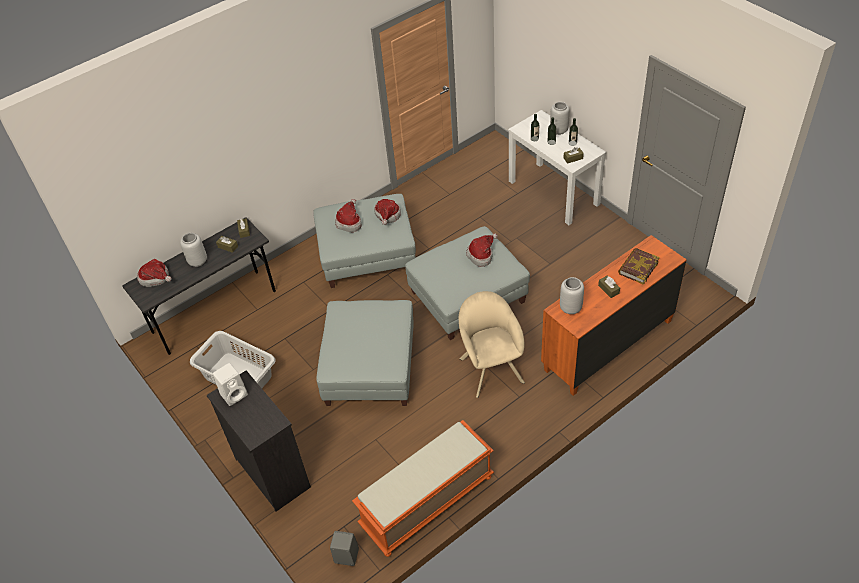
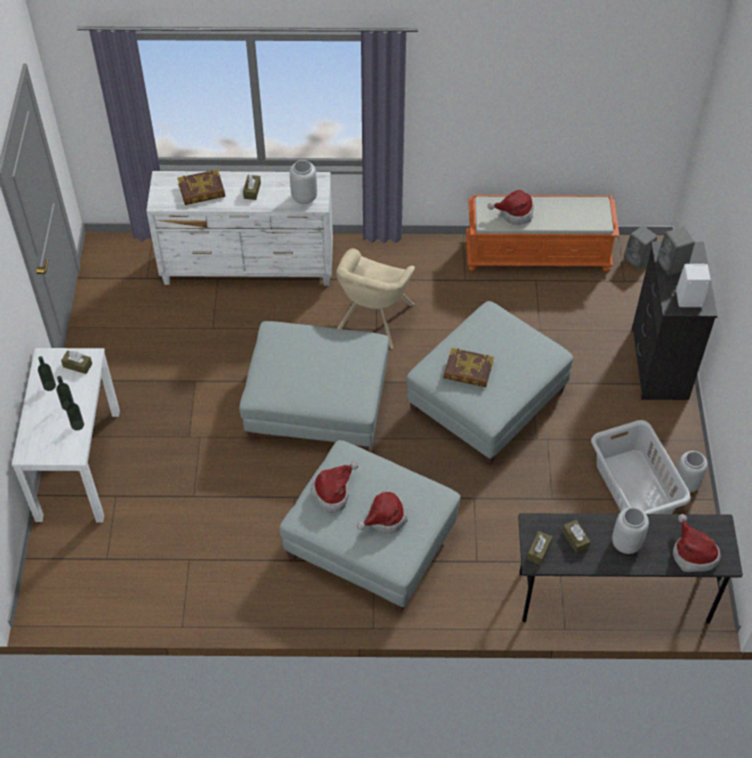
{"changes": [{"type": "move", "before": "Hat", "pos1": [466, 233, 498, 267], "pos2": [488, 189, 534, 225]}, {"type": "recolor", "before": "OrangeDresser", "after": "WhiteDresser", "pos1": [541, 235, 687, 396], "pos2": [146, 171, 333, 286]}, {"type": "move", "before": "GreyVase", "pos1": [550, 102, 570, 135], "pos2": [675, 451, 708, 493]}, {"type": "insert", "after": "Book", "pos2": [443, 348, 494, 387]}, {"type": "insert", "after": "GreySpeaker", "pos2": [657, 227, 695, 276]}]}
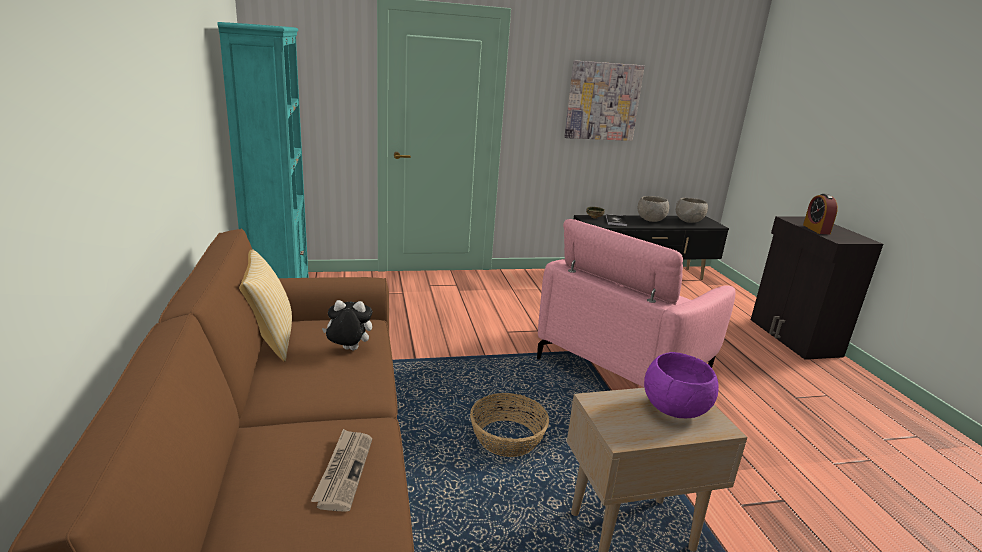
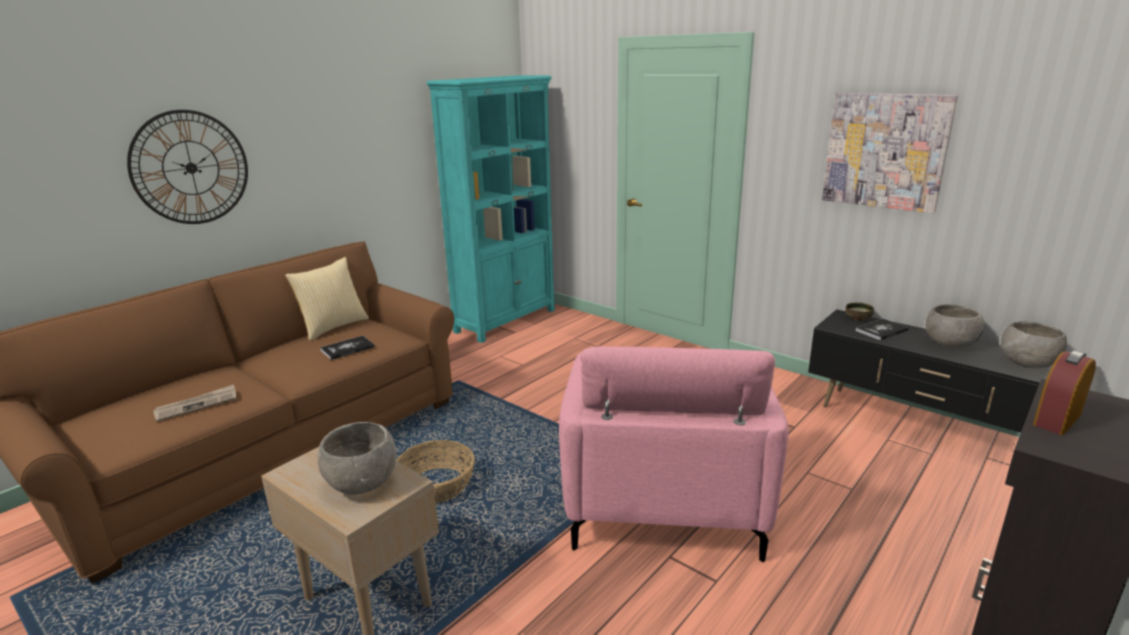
{"changes": [{"type": "replace", "before": "PlushToy", "after": "Book", "pos1": [322, 300, 373, 350], "pos2": [320, 336, 375, 360]}, {"type": "rotate", "before": "PinkArmchair", "pos1": [537, 219, 736, 388], "pos2": [559, 346, 788, 562], "turn": -90}, {"type": "recolor", "before": "PurpleBowl", "after": "GreyBowl", "pos1": [644, 352, 719, 418], "pos2": [318, 422, 397, 495]}, {"type": "insert", "after": "WallClock", "pos2": [127, 110, 248, 224]}]}
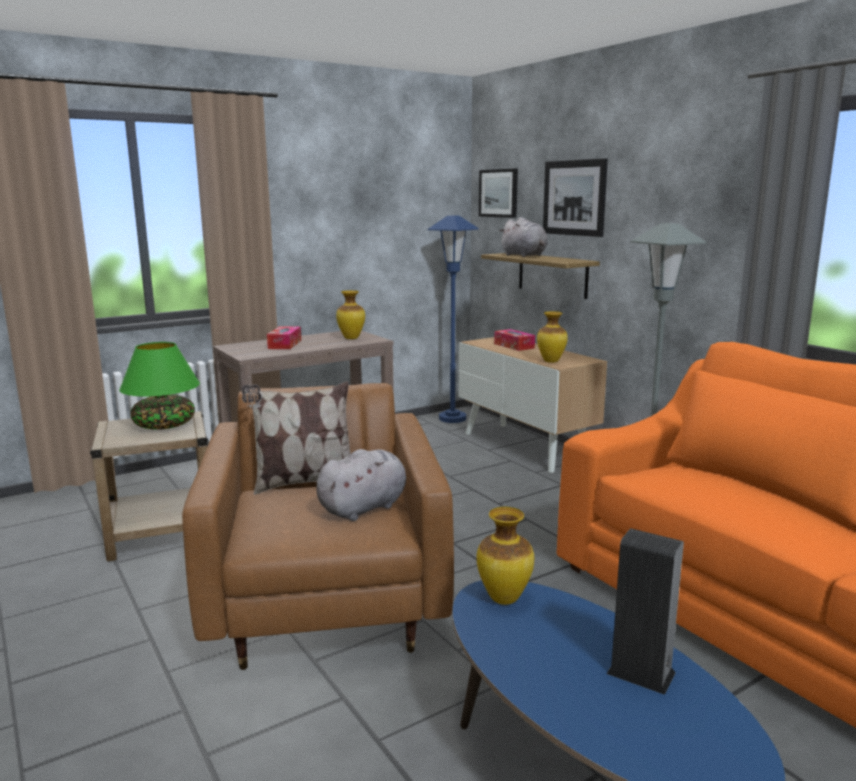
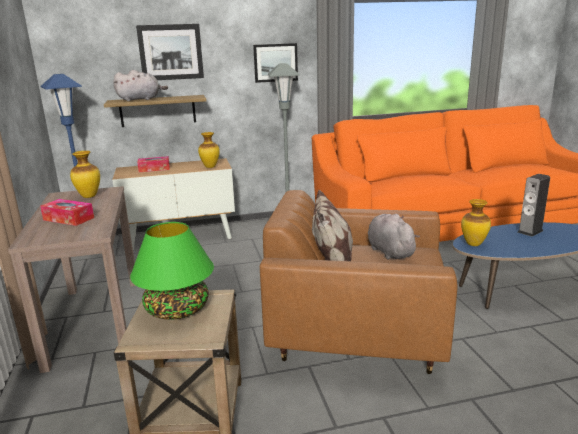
{"changes": [{"type": "move", "before": "Picture", "pos1": [479, 169, 518, 218], "pos2": [253, 43, 298, 83]}]}
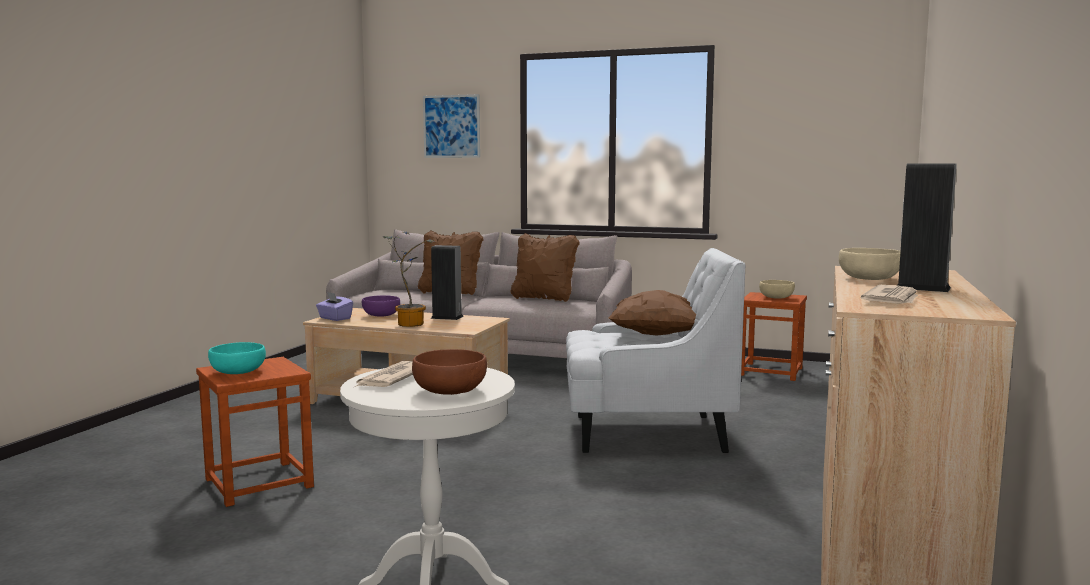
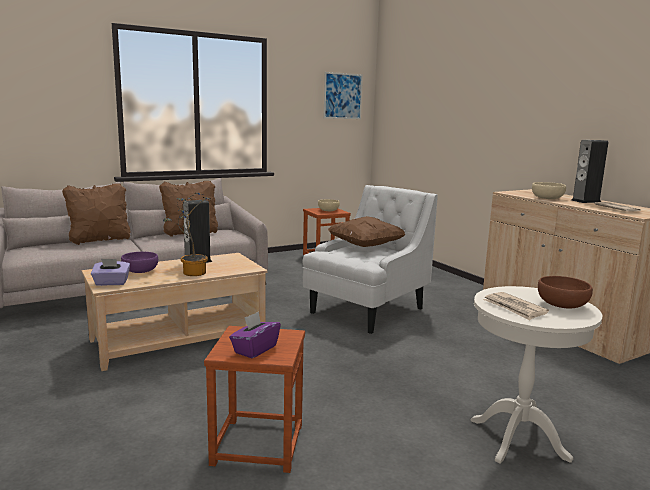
{"changes": [{"type": "replace", "before": "TurquoiseBowl", "after": "PurpleTissueBox", "pos1": [208, 342, 266, 374], "pos2": [229, 311, 281, 358]}, {"type": "move", "before": "Picture", "pos1": [423, 94, 480, 158], "pos2": [324, 72, 363, 119]}]}
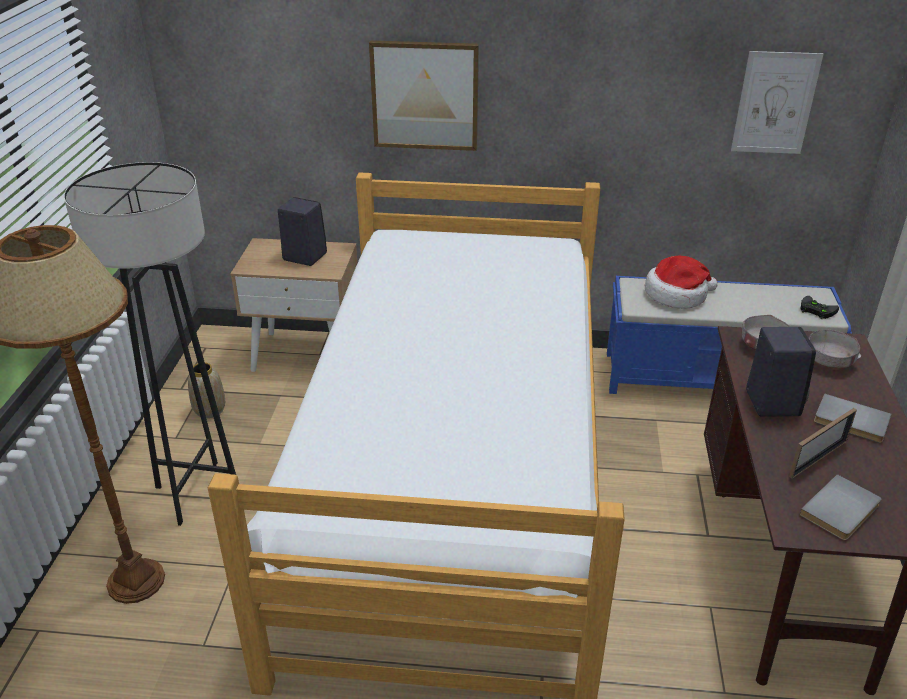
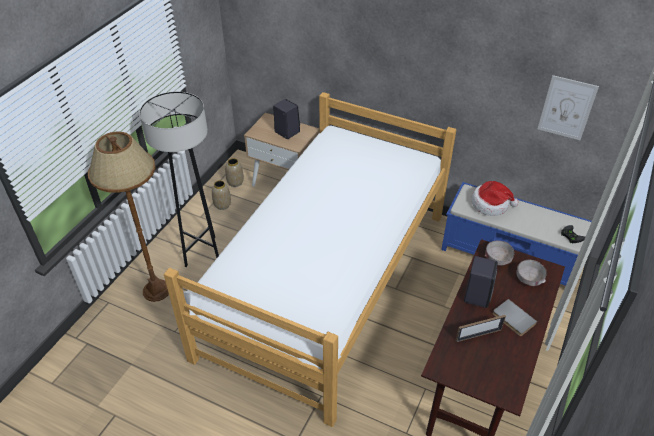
{"changes": [{"type": "delete", "before": "Picture", "pos1": [369, 40, 479, 151]}, {"type": "delete", "before": "GreyBook", "pos1": [799, 474, 882, 540]}, {"type": "insert", "after": "Vase", "pos2": [225, 158, 244, 187]}]}
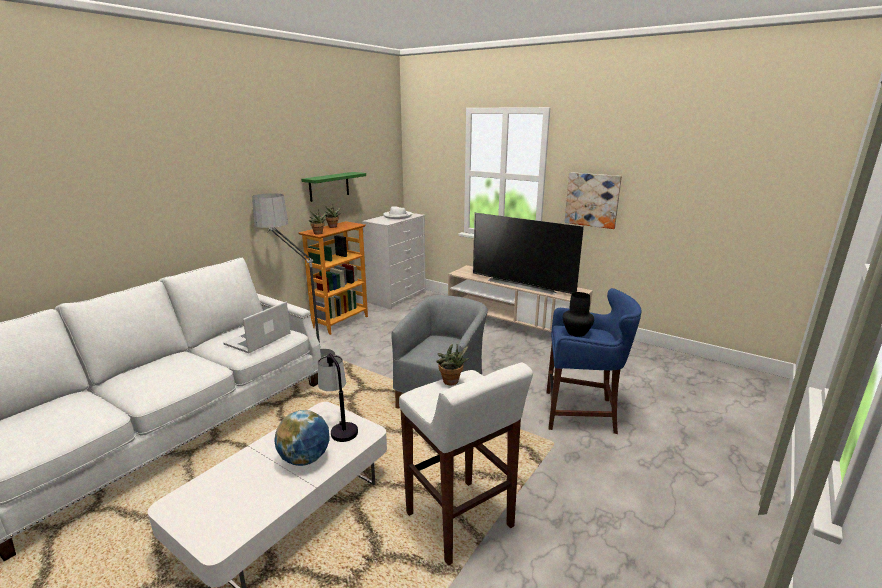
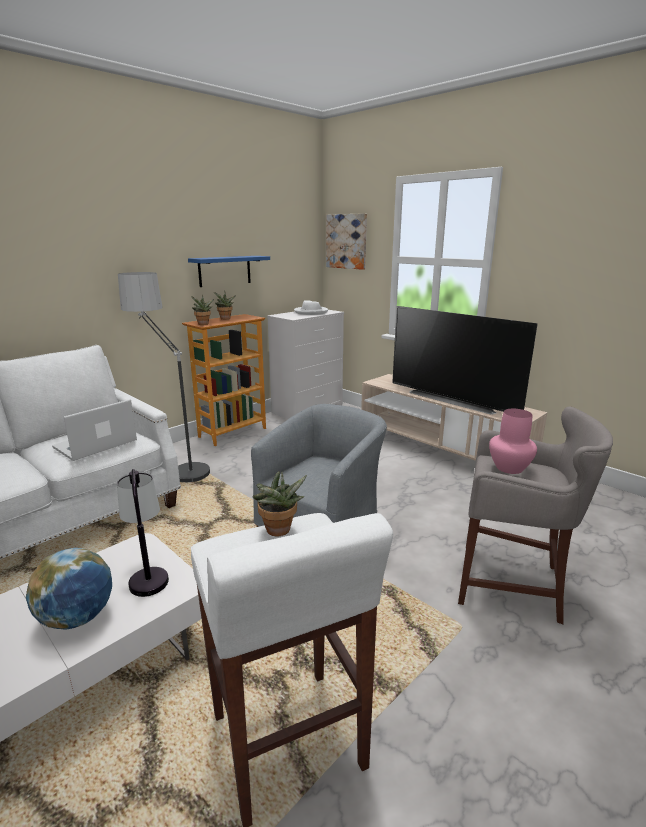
{"changes": [{"type": "recolor", "before": "GreenShelf", "after": "BlueShelf", "pos1": [301, 172, 366, 202], "pos2": [188, 256, 270, 287]}, {"type": "recolor", "before": "BlueStool", "after": "GreyStool", "pos1": [546, 288, 642, 434], "pos2": [458, 407, 613, 624]}, {"type": "recolor", "before": "BlackVase", "after": "PinkVase", "pos1": [563, 292, 594, 337], "pos2": [489, 409, 537, 474]}, {"type": "move", "before": "Picture", "pos1": [565, 172, 622, 229], "pos2": [326, 213, 367, 270]}]}
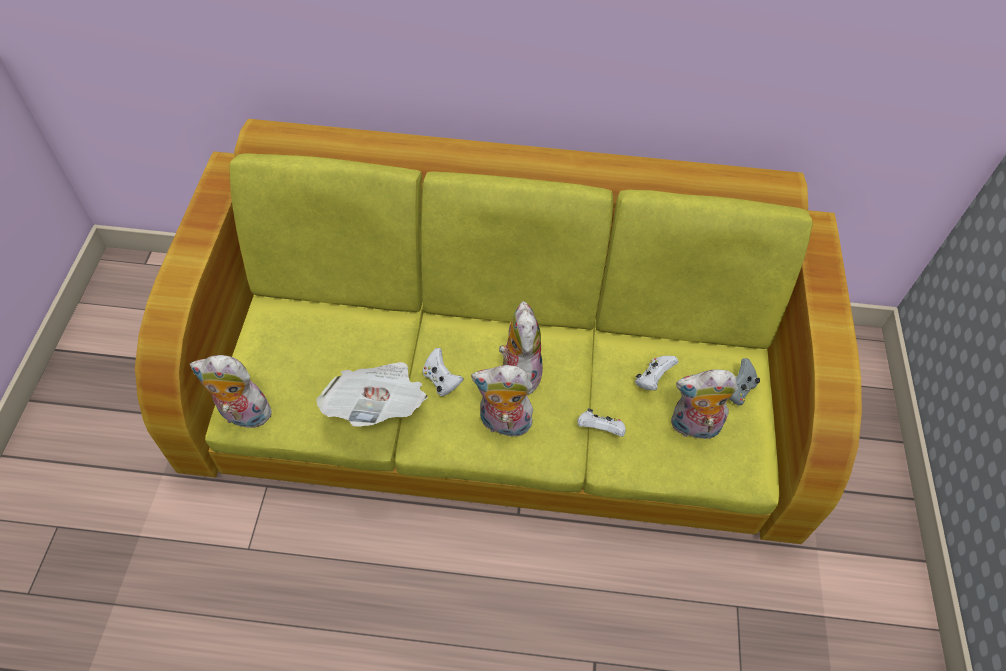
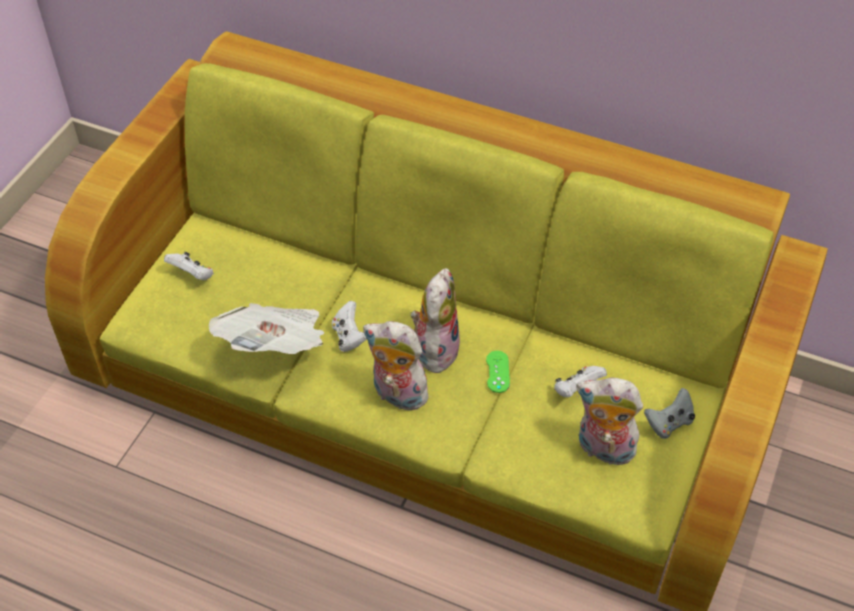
{"changes": [{"type": "delete", "before": "PlushToy", "pos1": [190, 355, 272, 432]}, {"type": "move", "before": "WhiteGameController", "pos1": [578, 408, 626, 437], "pos2": [164, 252, 213, 281]}, {"type": "insert", "after": "GreenGameController", "pos2": [486, 351, 510, 393]}]}
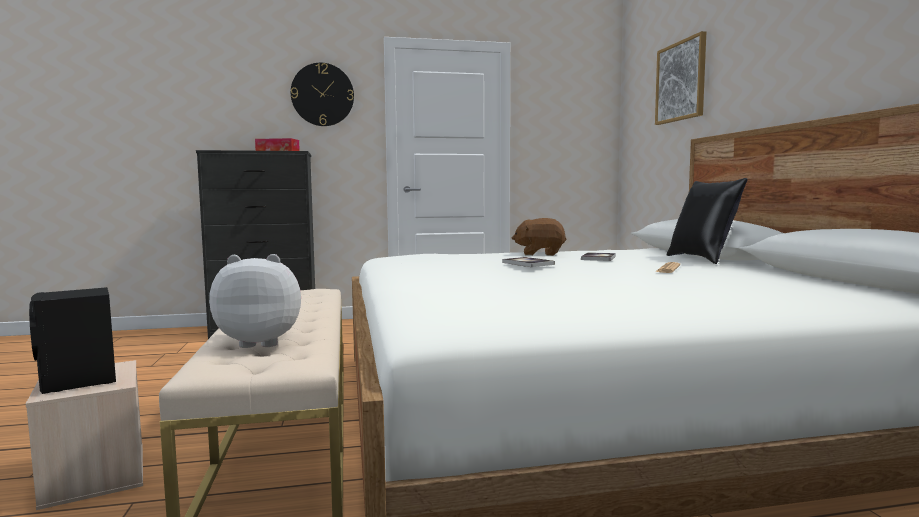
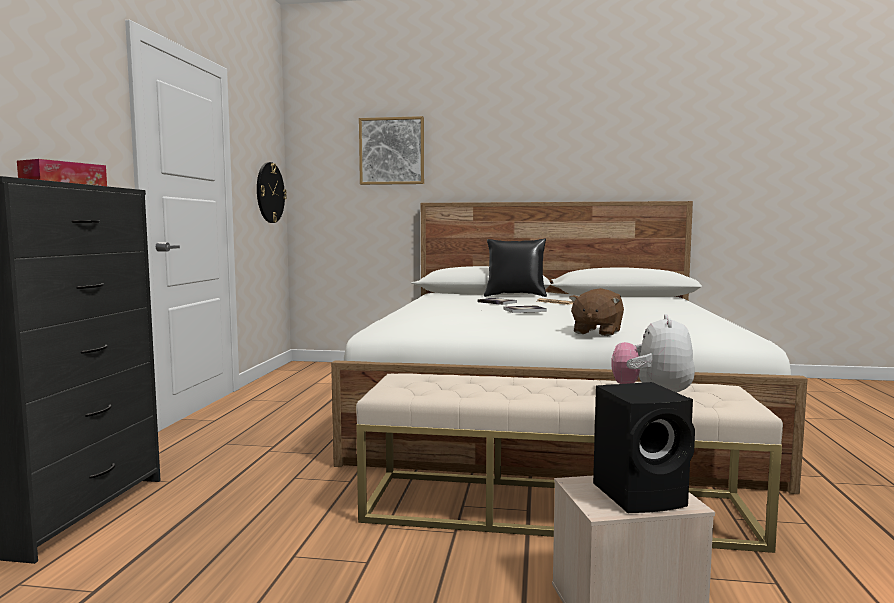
{"changes": [{"type": "move", "before": "WallClock", "pos1": [291, 63, 354, 126], "pos2": [257, 162, 287, 223]}, {"type": "move", "before": "BrownPlushToy", "pos1": [512, 218, 567, 256], "pos2": [569, 288, 624, 336]}]}
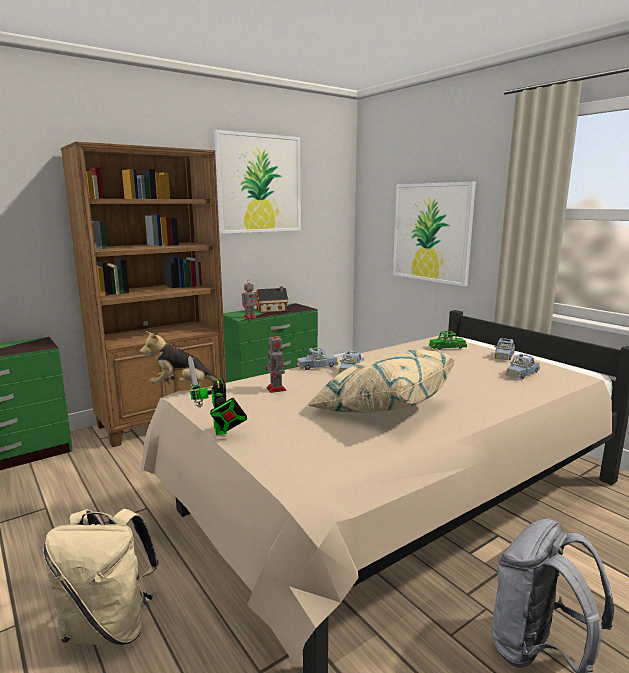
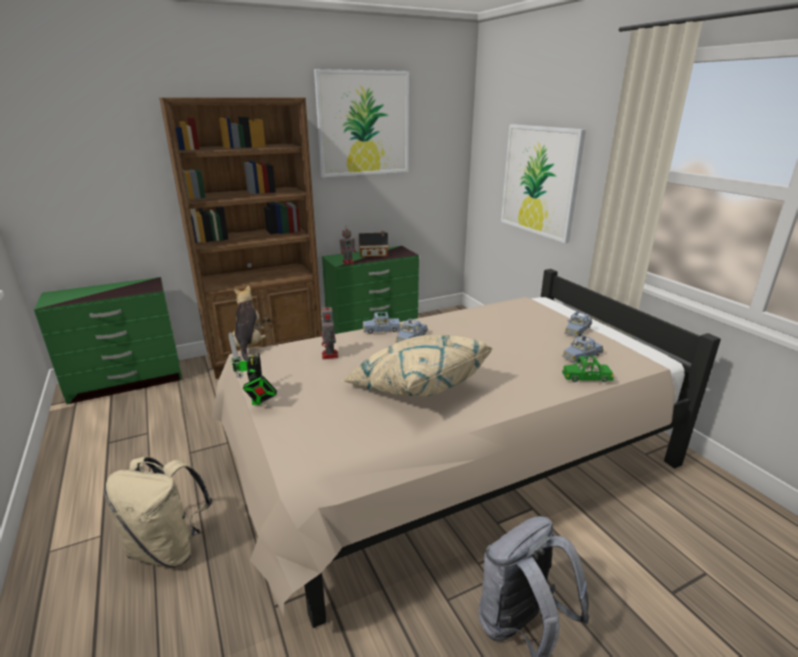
{"changes": [{"type": "rotate", "before": "PlushToy", "pos1": [140, 331, 220, 383], "pos2": [232, 286, 266, 361], "turn": 75}, {"type": "move", "before": "GreenToyCar", "pos1": [429, 331, 467, 350], "pos2": [562, 356, 614, 382]}]}
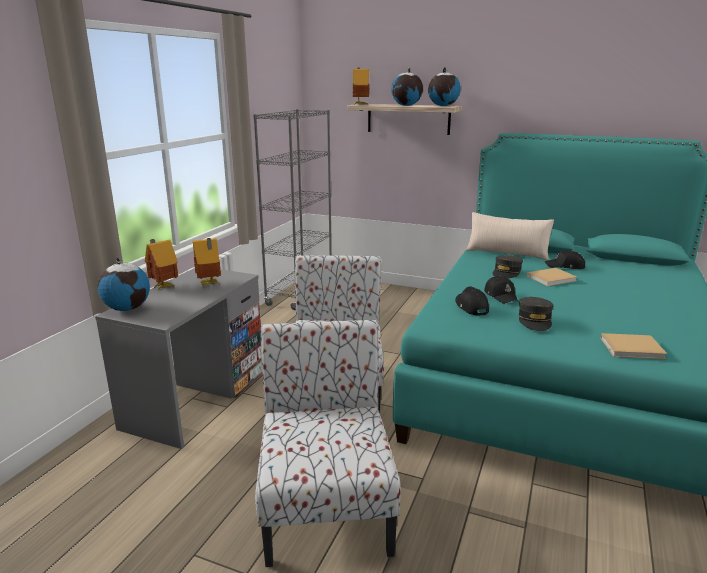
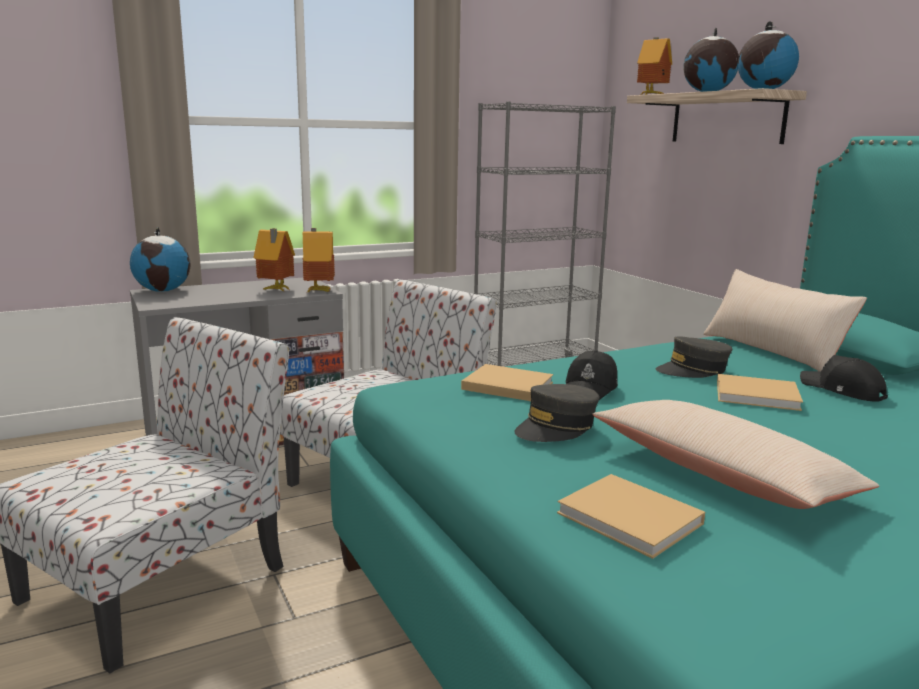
{"changes": [{"type": "move", "before": "ToyHouse", "pos1": [145, 239, 178, 290], "pos2": [303, 228, 335, 292]}, {"type": "replace", "before": "BlackCap", "after": "BeigeBook", "pos1": [455, 286, 489, 316], "pos2": [461, 364, 553, 401]}, {"type": "insert", "after": "BeigePillow", "pos2": [592, 400, 879, 509]}]}
